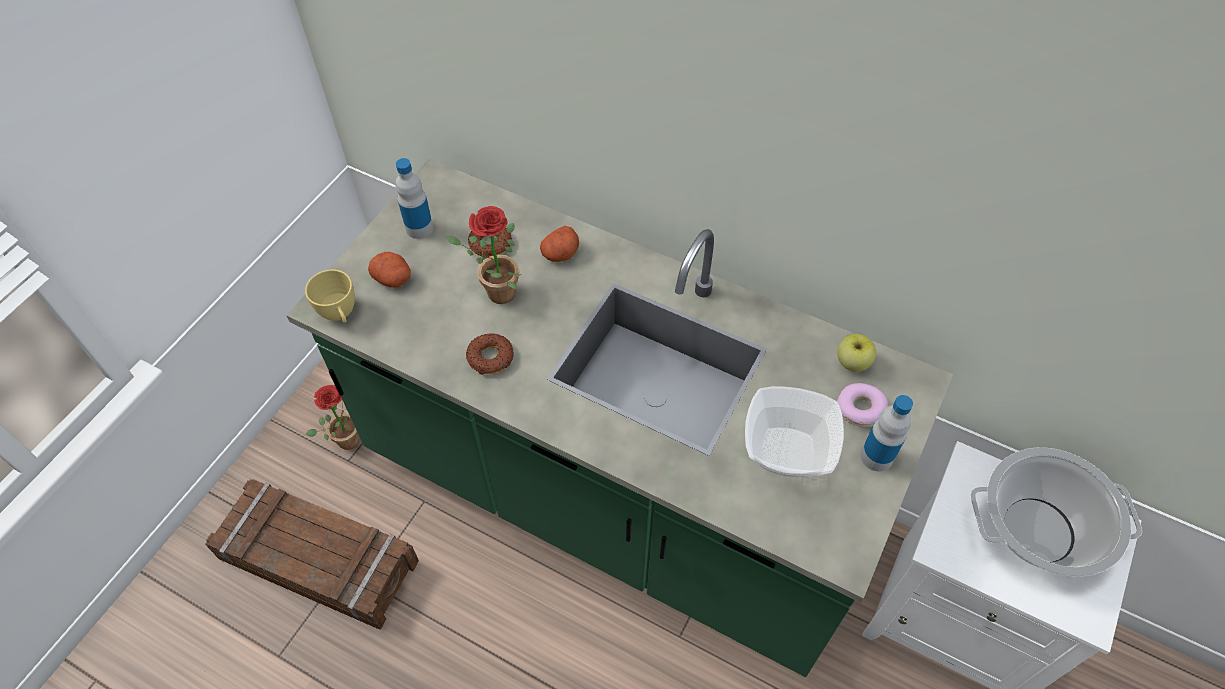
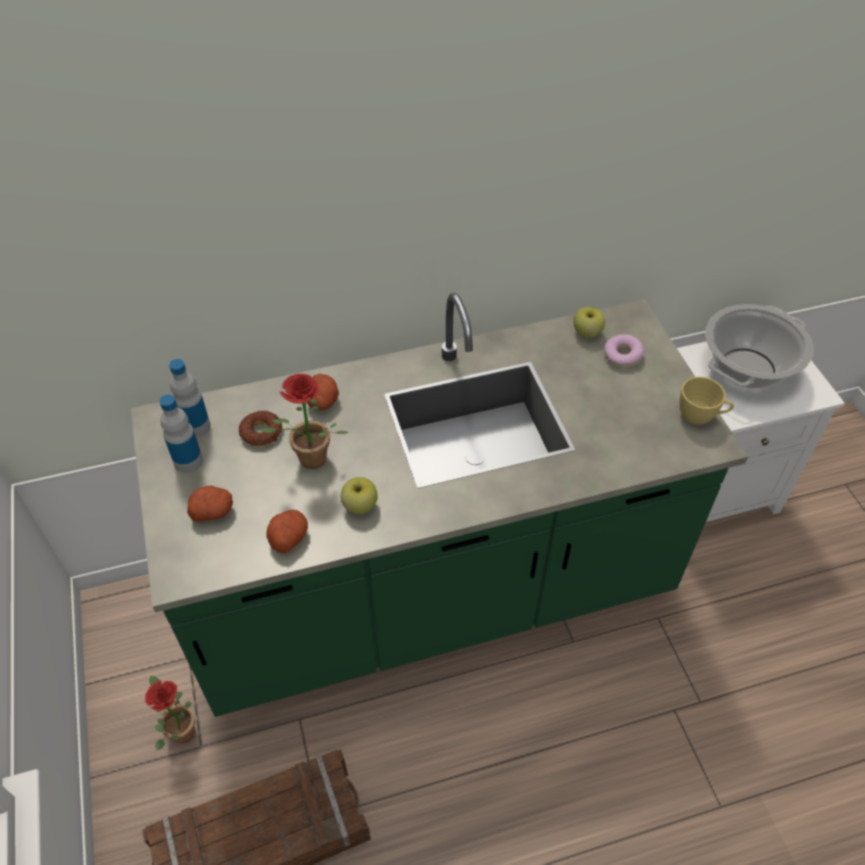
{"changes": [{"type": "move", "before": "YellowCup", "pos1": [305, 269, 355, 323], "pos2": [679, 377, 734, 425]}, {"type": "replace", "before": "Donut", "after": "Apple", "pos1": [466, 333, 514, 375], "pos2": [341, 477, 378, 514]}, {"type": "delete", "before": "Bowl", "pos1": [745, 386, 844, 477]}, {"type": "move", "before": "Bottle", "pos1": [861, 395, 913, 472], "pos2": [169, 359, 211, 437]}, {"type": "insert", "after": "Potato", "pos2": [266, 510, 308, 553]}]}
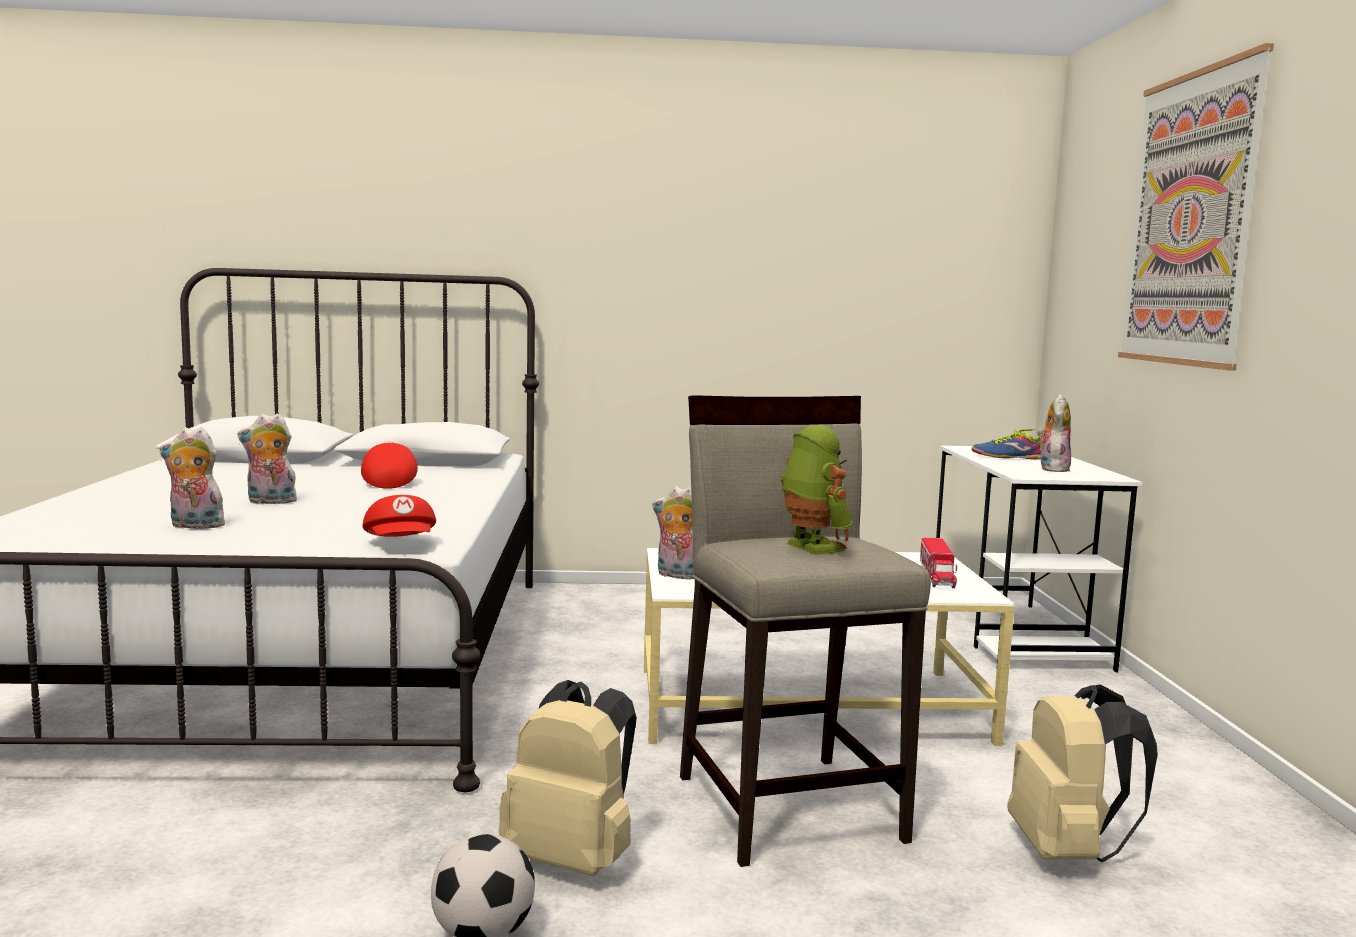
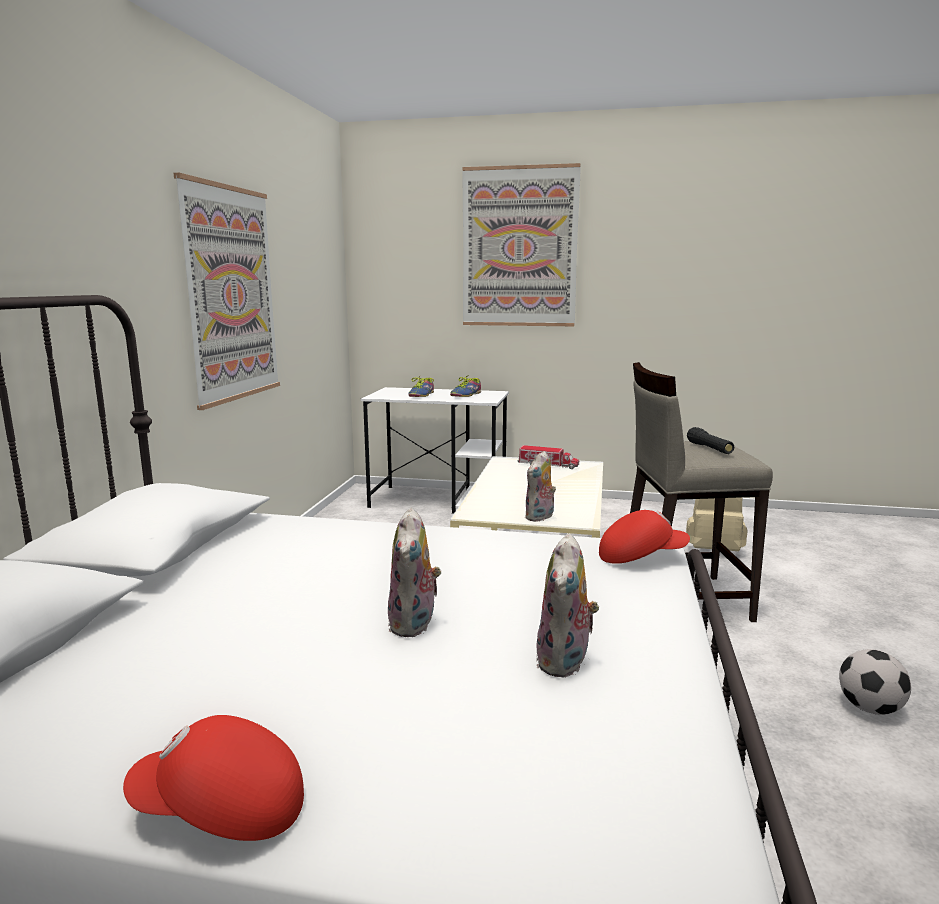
{"changes": [{"type": "move", "before": "RedCap", "pos1": [361, 442, 418, 489], "pos2": [123, 715, 304, 841]}, {"type": "delete", "before": "BeigeBackpack", "pos1": [499, 680, 637, 876]}, {"type": "replace", "before": "ToyRobot", "after": "BlackFlashlight", "pos1": [781, 424, 852, 555], "pos2": [687, 427, 734, 454]}, {"type": "replace", "before": "PlushToy", "after": "Shoe", "pos1": [1037, 394, 1071, 472], "pos2": [450, 375, 481, 397]}, {"type": "insert", "after": "Picture", "pos2": [174, 173, 280, 410]}]}
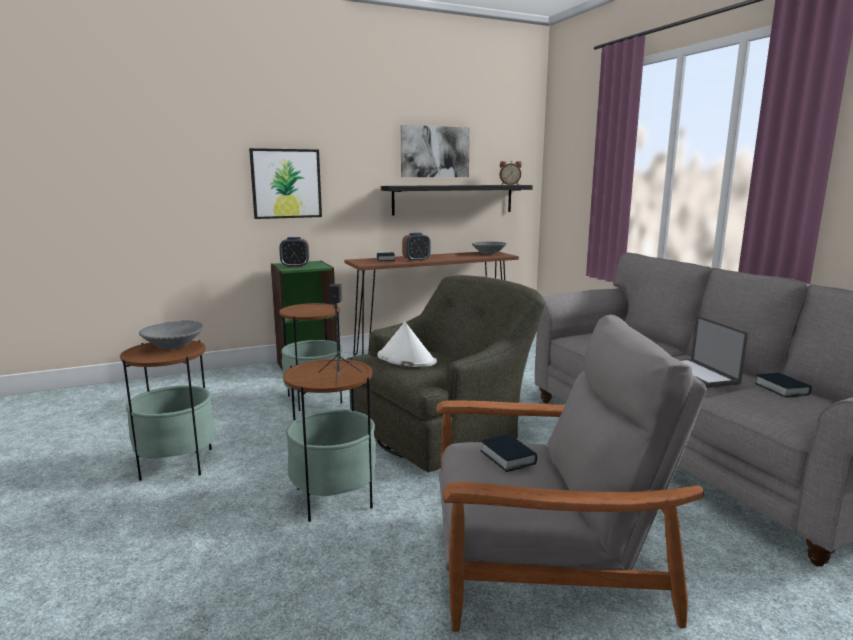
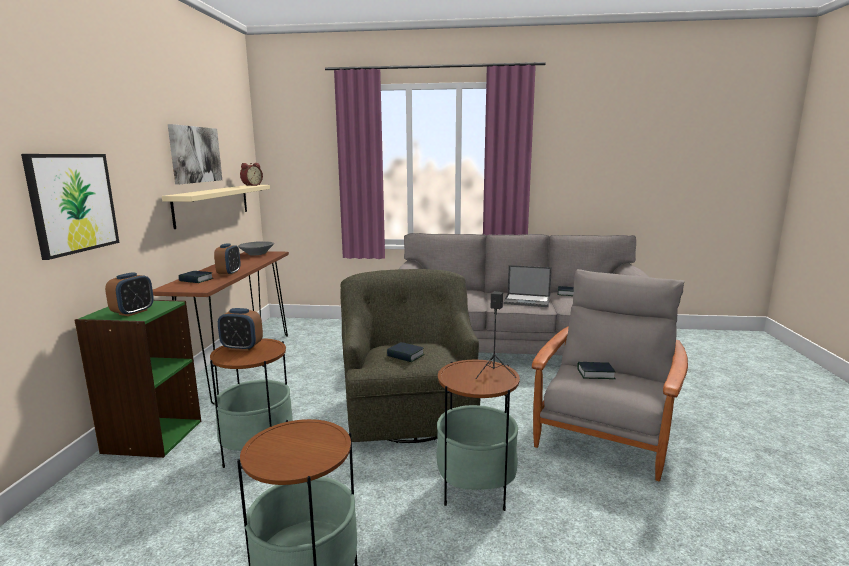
{"changes": [{"type": "delete", "before": "GreyBowl", "pos1": [139, 320, 204, 350]}, {"type": "replace", "before": "WhiteHat", "after": "Book", "pos1": [377, 322, 437, 367], "pos2": [387, 342, 424, 362]}, {"type": "recolor", "before": "BlackShelf", "after": "BeigeShelf", "pos1": [381, 185, 533, 216], "pos2": [162, 185, 270, 229]}, {"type": "insert", "after": "AlarmClock", "pos2": [218, 308, 263, 351]}]}
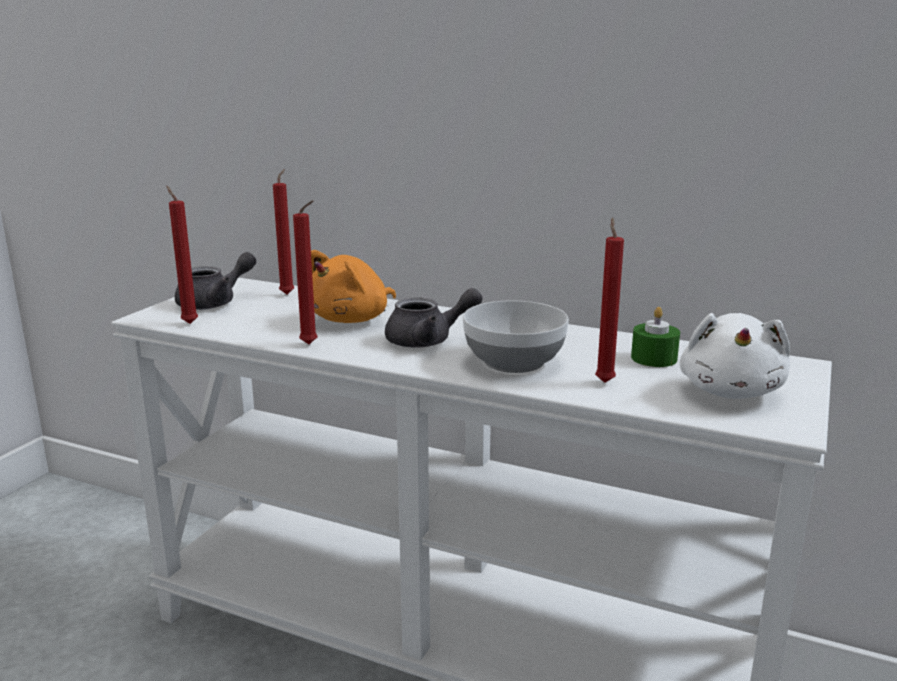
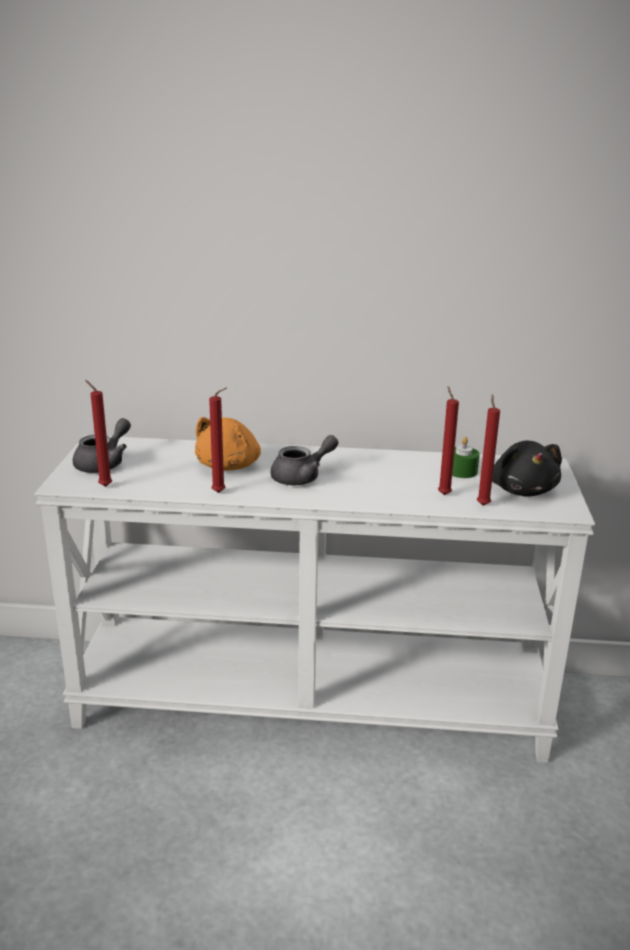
{"changes": [{"type": "move", "before": "RedCandle", "pos1": [273, 169, 294, 294], "pos2": [477, 394, 500, 506]}, {"type": "delete", "before": "Bowl", "pos1": [463, 300, 569, 373]}, {"type": "recolor", "before": "WhitePlushToy", "after": "BlackPlushToy", "pos1": [679, 313, 790, 399], "pos2": [492, 441, 562, 497]}]}
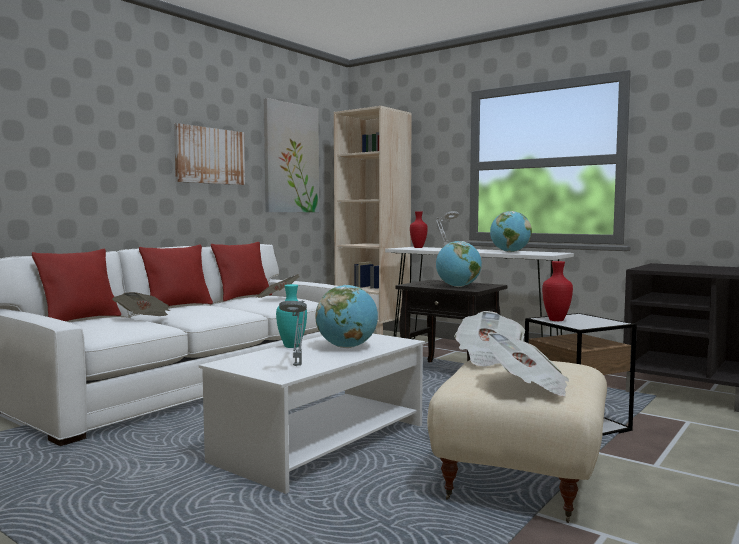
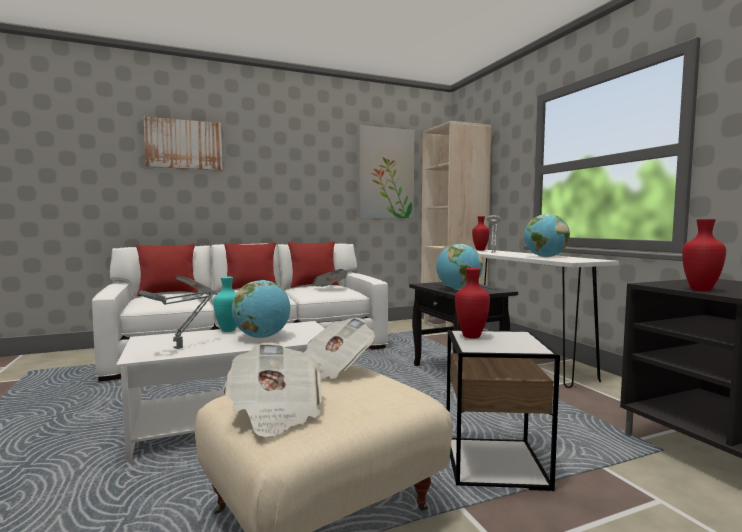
{"changes": [{"type": "move", "before": "Picture", "pos1": [174, 123, 245, 185], "pos2": [144, 117, 222, 170]}, {"type": "insert", "after": "RedVase", "pos2": [682, 219, 726, 291]}]}
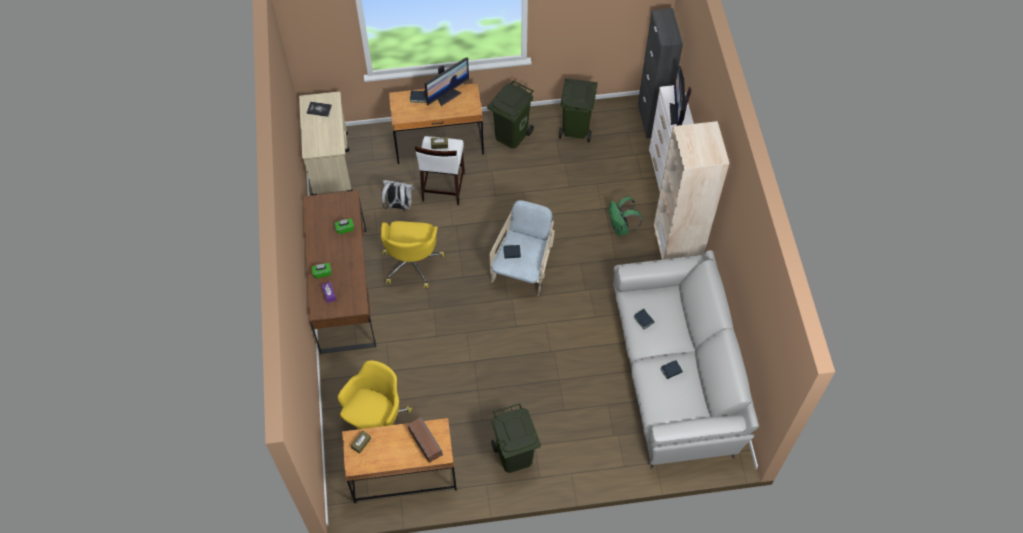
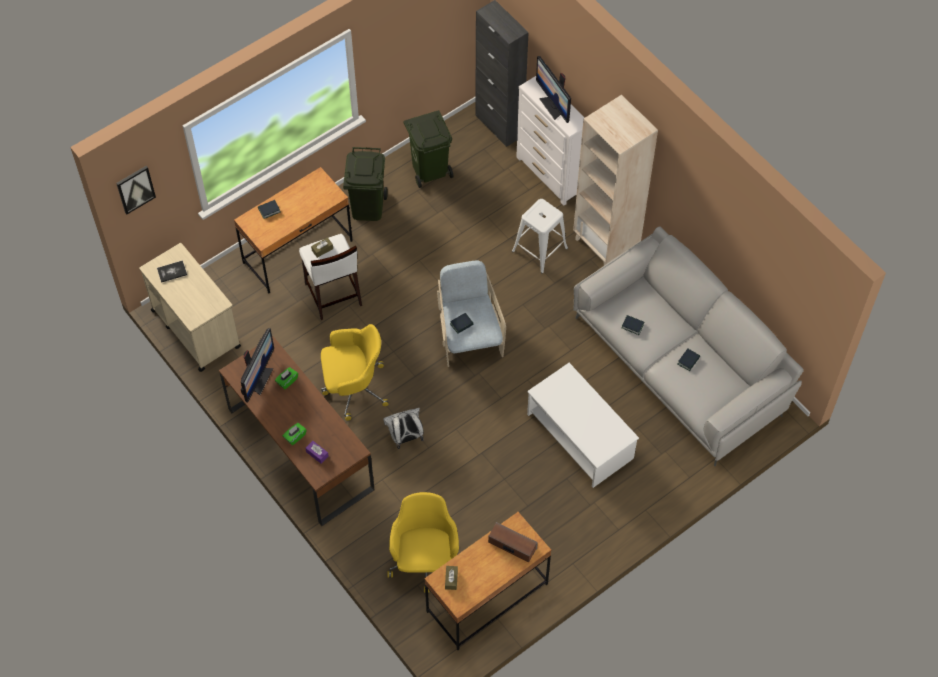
{"changes": [{"type": "rotate", "before": "YellowOfficeChair", "pos1": [381, 221, 444, 288], "pos2": [321, 324, 388, 420], "turn": -75}, {"type": "move", "before": "WhiteBackpack", "pos1": [382, 180, 414, 211], "pos2": [383, 408, 424, 449]}, {"type": "move", "before": "Monitor", "pos1": [424, 57, 469, 106], "pos2": [241, 328, 274, 403]}, {"type": "delete", "before": "GreenTrashCan", "pos1": [491, 403, 541, 473]}, {"type": "replace", "before": "GreenBackpack", "after": "WhiteStool", "pos1": [609, 196, 642, 236], "pos2": [512, 199, 568, 274]}, {"type": "insert", "after": "Picture", "pos2": [116, 166, 156, 214]}, {"type": "insert", "after": "WhiteCoffeeTable", "pos2": [527, 363, 639, 488]}]}
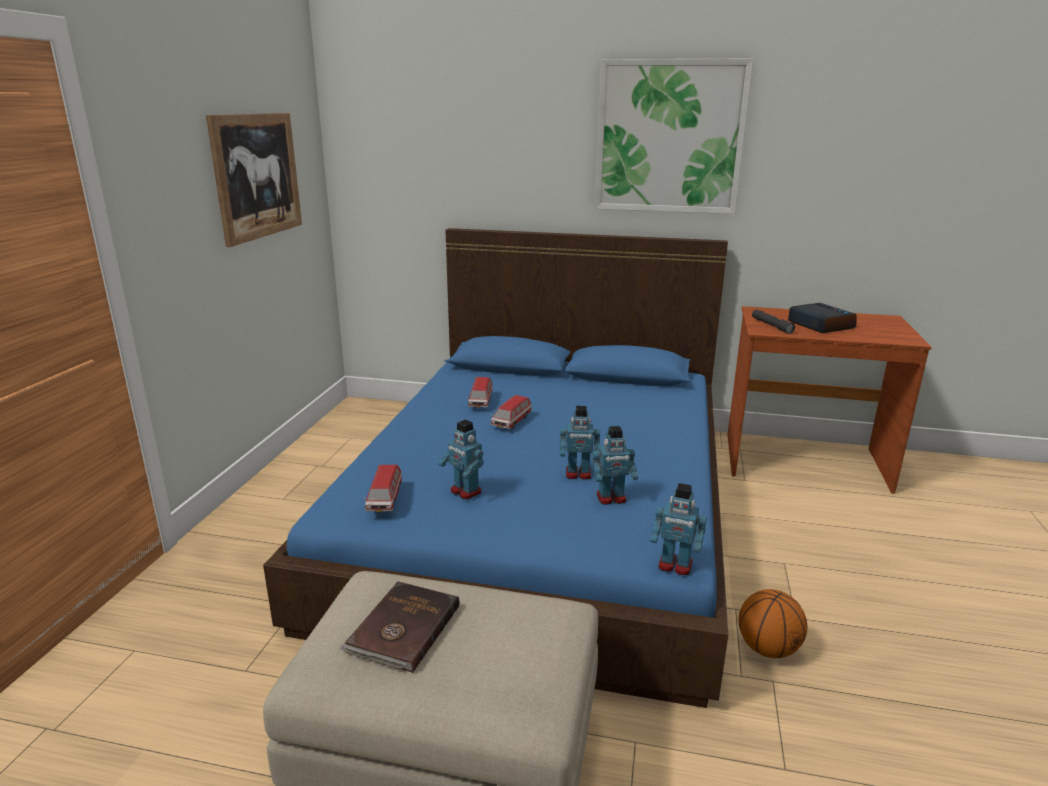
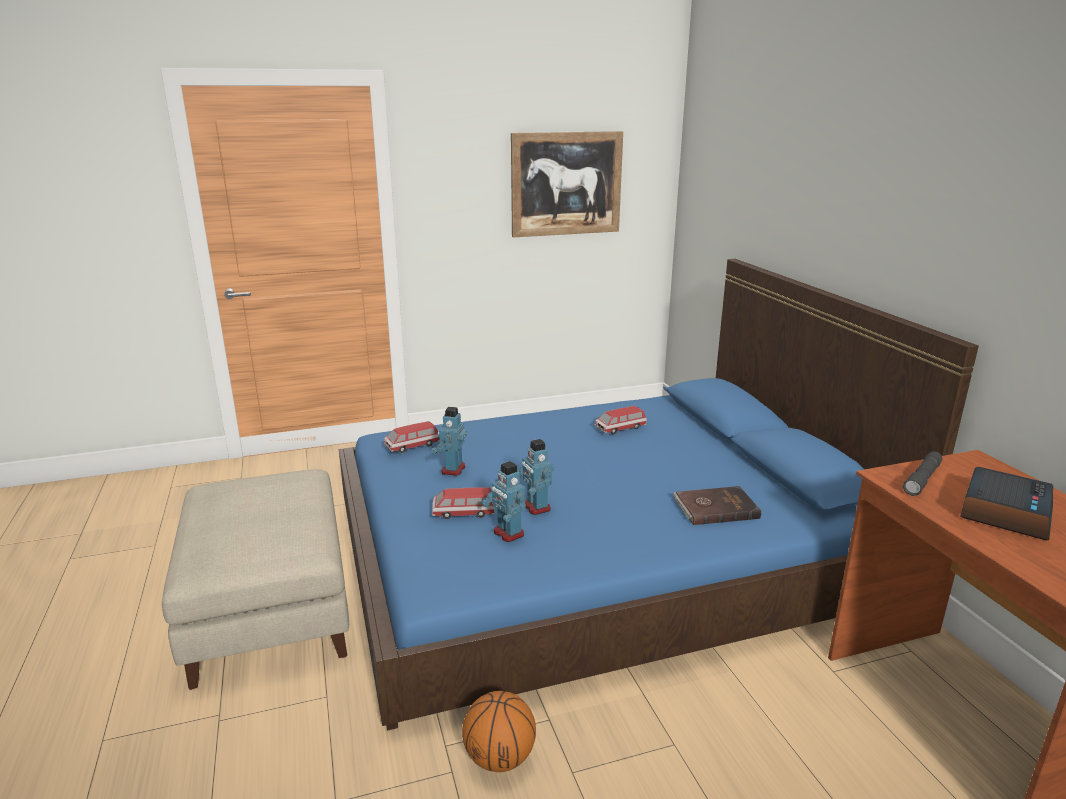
{"changes": [{"type": "move", "before": "BrownBook", "pos1": [340, 581, 459, 673], "pos2": [673, 486, 761, 525]}, {"type": "move", "before": "ToyCar", "pos1": [490, 395, 532, 429], "pos2": [432, 487, 495, 519]}, {"type": "delete", "before": "Picture", "pos1": [595, 59, 753, 214]}, {"type": "delete", "before": "ToyRobot", "pos1": [650, 483, 707, 575]}]}
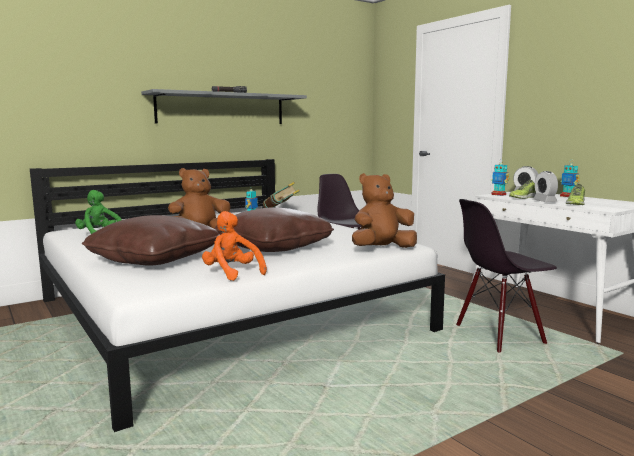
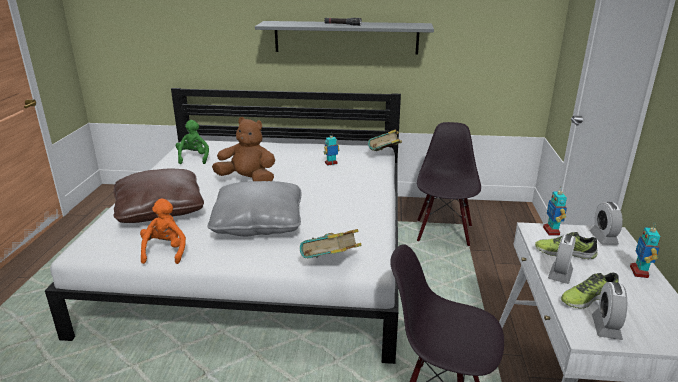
{"changes": [{"type": "recolor", "before": "BrownPillow", "after": "GreyPillow", "pos1": [214, 207, 334, 252], "pos2": [207, 181, 302, 236]}, {"type": "replace", "before": "BrownPlushToy", "after": "Book", "pos1": [352, 173, 417, 248], "pos2": [300, 229, 361, 258]}, {"type": "insert", "after": "AlarmClock", "pos2": [592, 282, 627, 340]}]}
